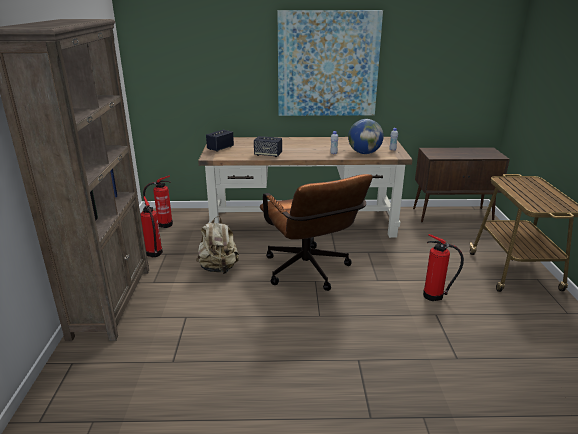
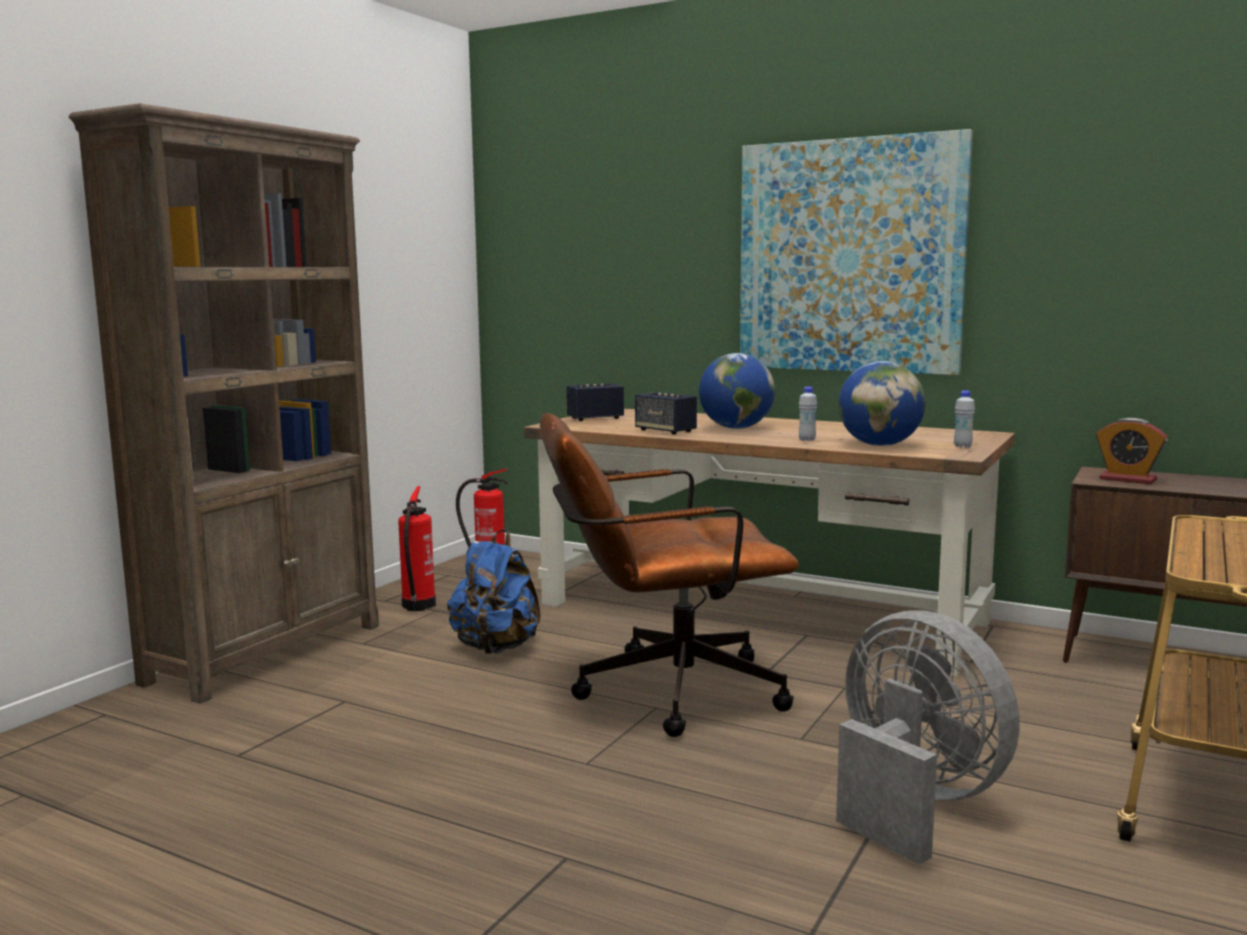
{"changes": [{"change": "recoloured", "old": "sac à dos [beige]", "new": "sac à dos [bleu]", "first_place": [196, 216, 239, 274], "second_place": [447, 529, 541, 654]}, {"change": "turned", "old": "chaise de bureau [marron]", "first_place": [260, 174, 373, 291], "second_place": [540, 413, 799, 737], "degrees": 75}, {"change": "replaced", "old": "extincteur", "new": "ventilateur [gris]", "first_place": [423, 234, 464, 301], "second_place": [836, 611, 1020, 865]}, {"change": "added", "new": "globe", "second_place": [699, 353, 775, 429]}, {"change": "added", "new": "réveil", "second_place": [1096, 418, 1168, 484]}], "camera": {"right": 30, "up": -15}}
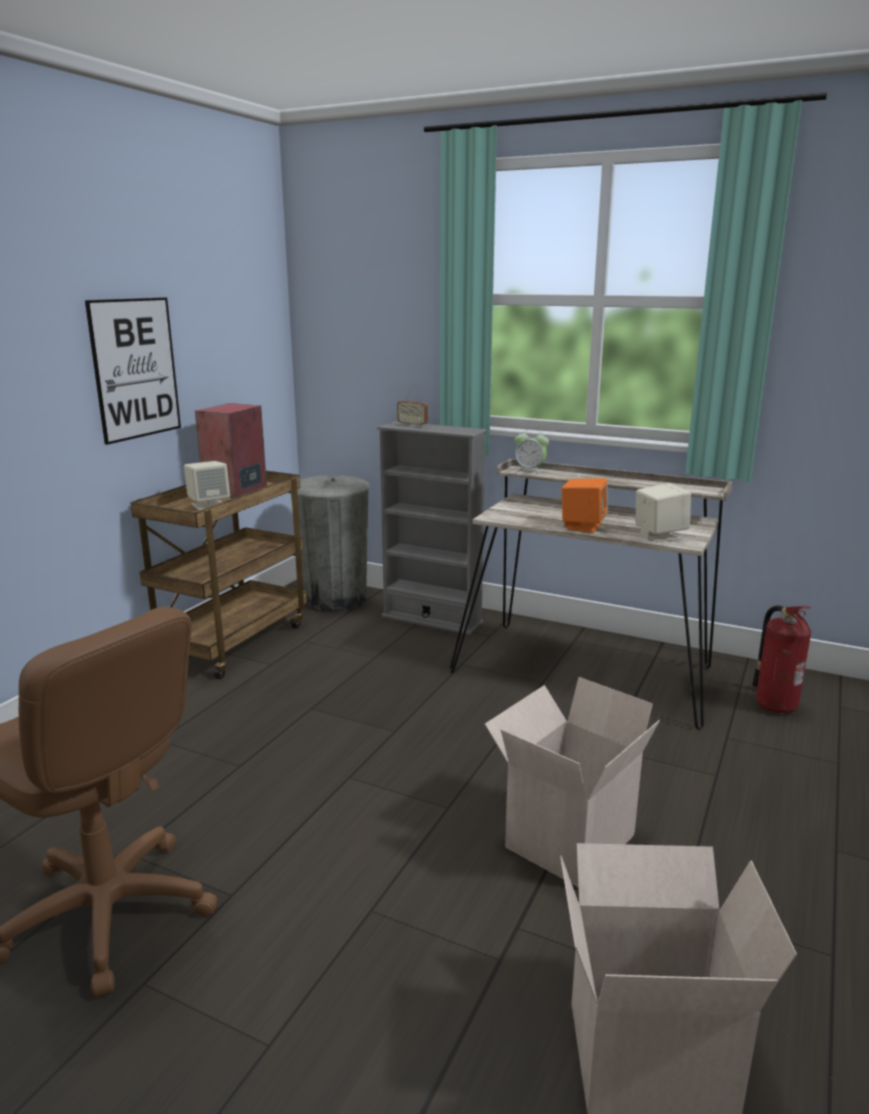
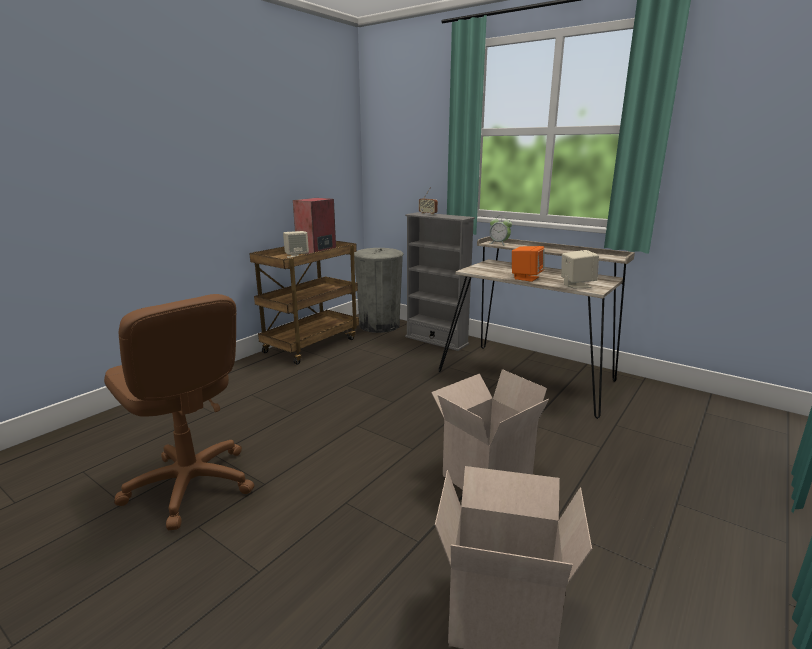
{"changes": [{"change": "removed", "old": "tableau", "first_place": [85, 298, 181, 445]}, {"change": "removed", "old": "extincteur", "first_place": [752, 605, 811, 713]}], "camera": {"right": 10, "up": 0}}
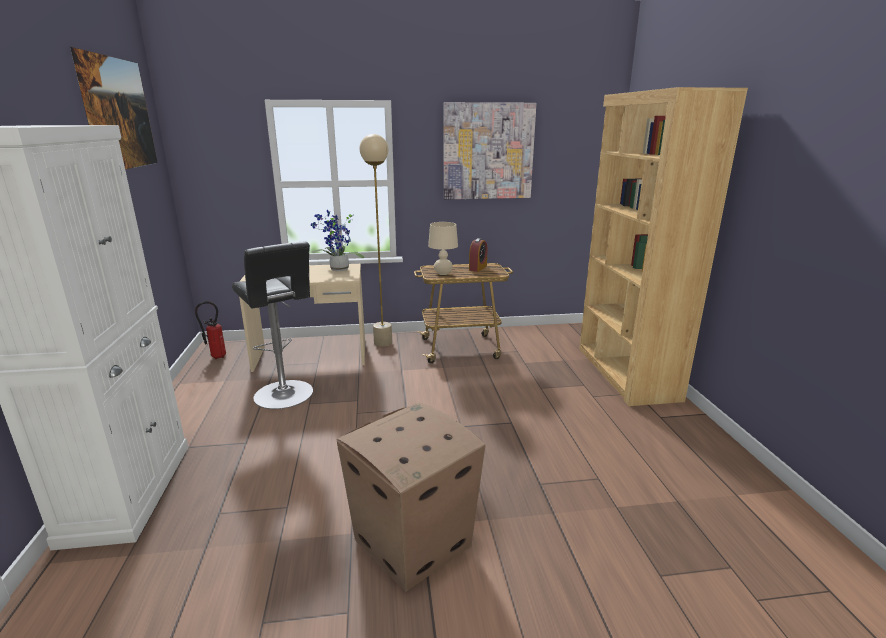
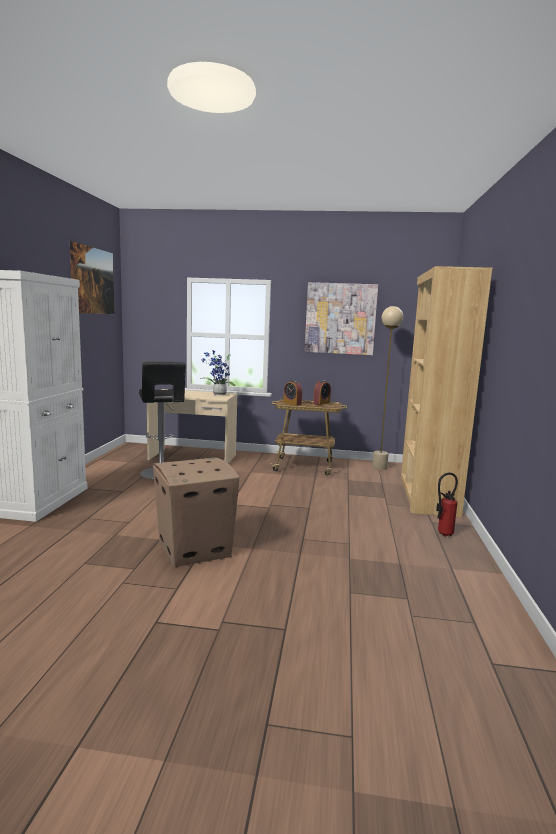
{"changes": [{"change": "moved", "old": "extincteur", "first_place": [195, 301, 226, 359], "second_place": [436, 473, 458, 537]}, {"change": "moved", "old": "lampadaire [beige]", "first_place": [359, 134, 392, 347], "second_place": [372, 306, 403, 470]}, {"change": "replaced", "old": "lampe de table [beige]", "new": "réveil", "first_place": [428, 222, 458, 275], "second_place": [283, 380, 302, 406]}], "camera": {"right": 15, "up": -10}}
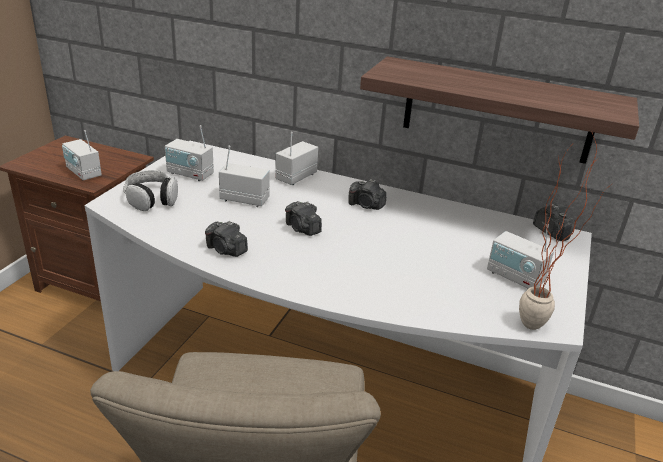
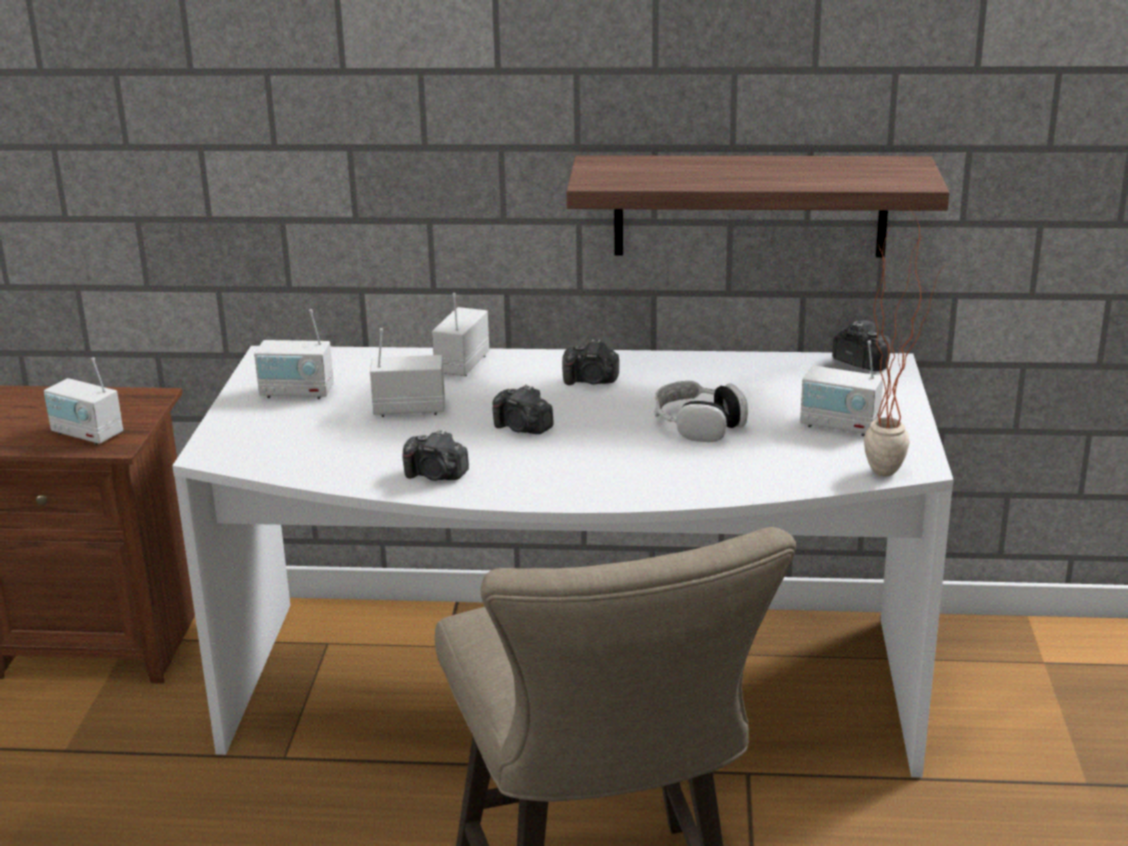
{"changes": [{"change": "moved", "old": "casque audio", "first_place": [123, 170, 178, 211], "second_place": [655, 381, 748, 442]}], "camera": {"right": -15, "up": -5}}
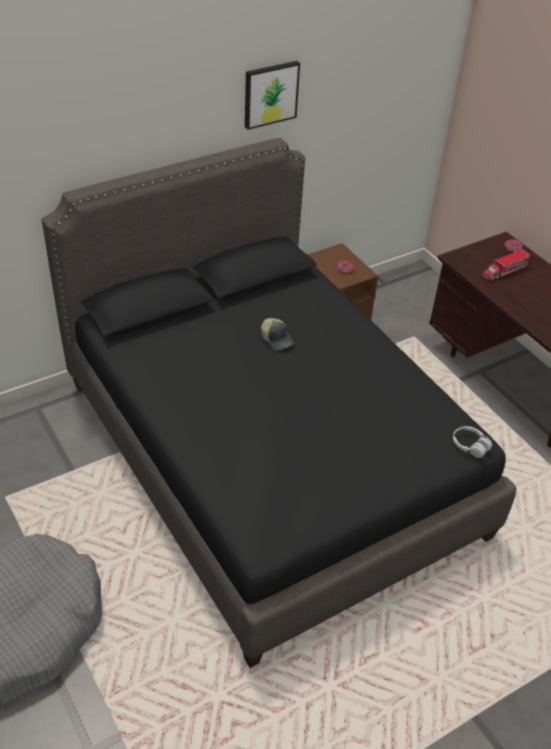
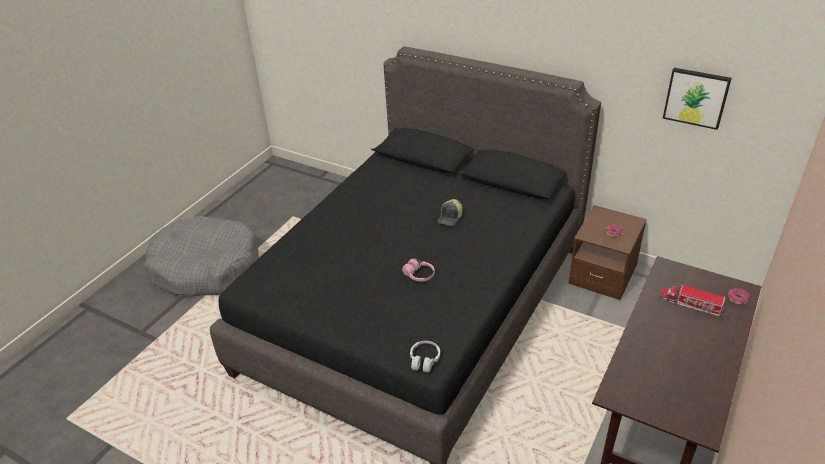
{"changes": [{"change": "moved", "old": "tableau", "first_place": [245, 61, 300, 130], "second_place": [663, 68, 732, 130]}, {"change": "added", "new": "casque audio [rose]", "second_place": [402, 259, 435, 281]}], "camera": {"right": 65, "up": -5}}
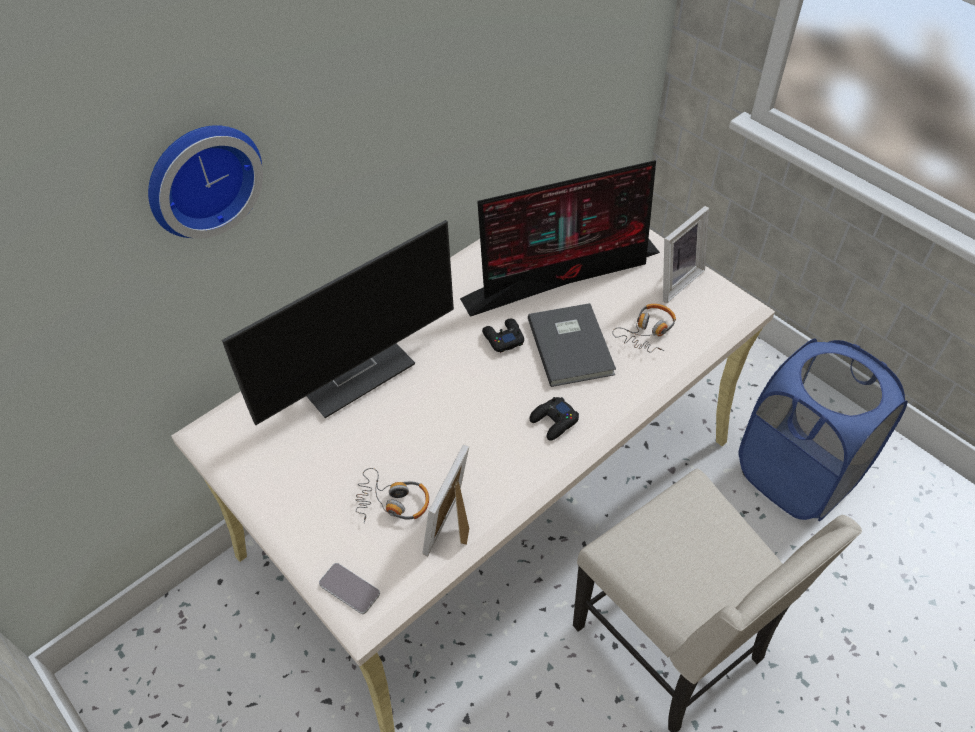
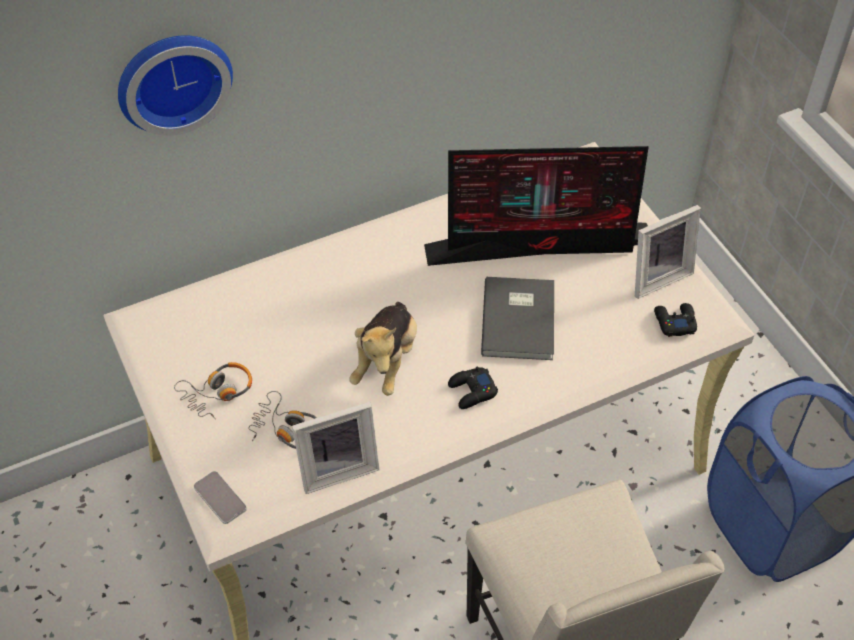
{"changes": [{"change": "removed", "old": "écran d'ordinateur", "first_place": [222, 220, 454, 425]}, {"change": "turned", "old": "cadre photo", "first_place": [422, 445, 469, 556], "second_place": [292, 401, 380, 494], "degrees": -150}, {"change": "moved", "old": "manette [noir]", "first_place": [482, 319, 524, 353], "second_place": [654, 303, 697, 337]}, {"change": "moved", "old": "casque audio", "first_place": [612, 304, 676, 353], "second_place": [174, 362, 252, 419]}, {"change": "added", "new": "peluche", "second_place": [350, 302, 417, 396]}], "camera": {"right": 15, "up": 0}}
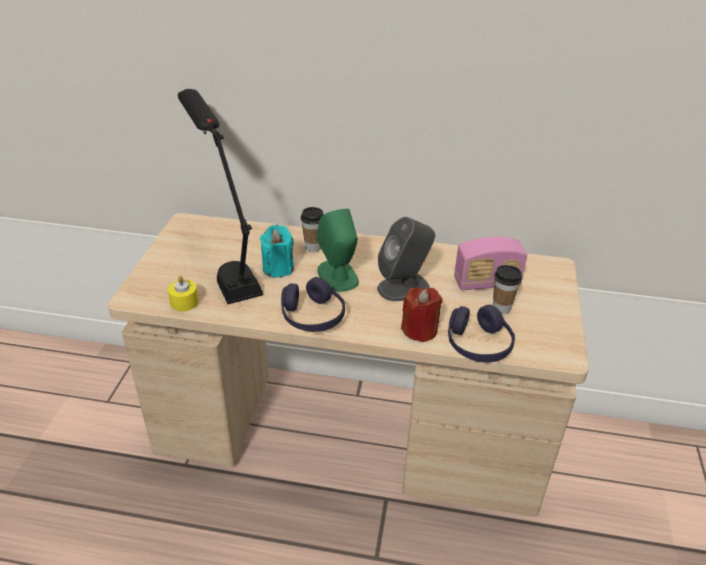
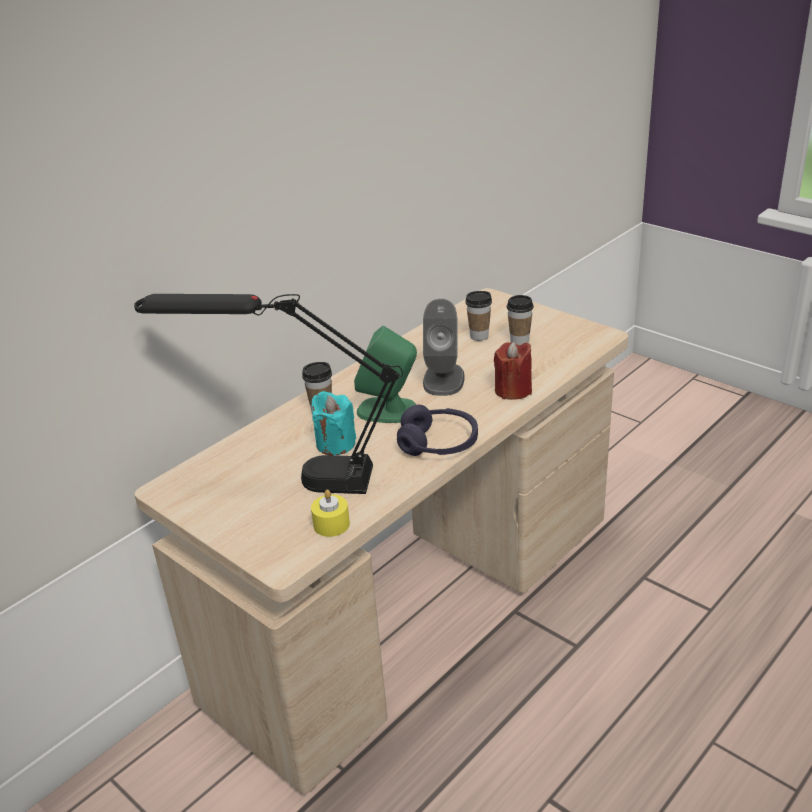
{"changes": [{"change": "removed", "old": "casque audio [violet]", "first_place": [448, 305, 515, 363]}, {"change": "replaced", "old": "radio", "new": "tasse", "first_place": [454, 237, 527, 290], "second_place": [465, 291, 492, 341]}], "camera": {"right": -55, "up": -5}}
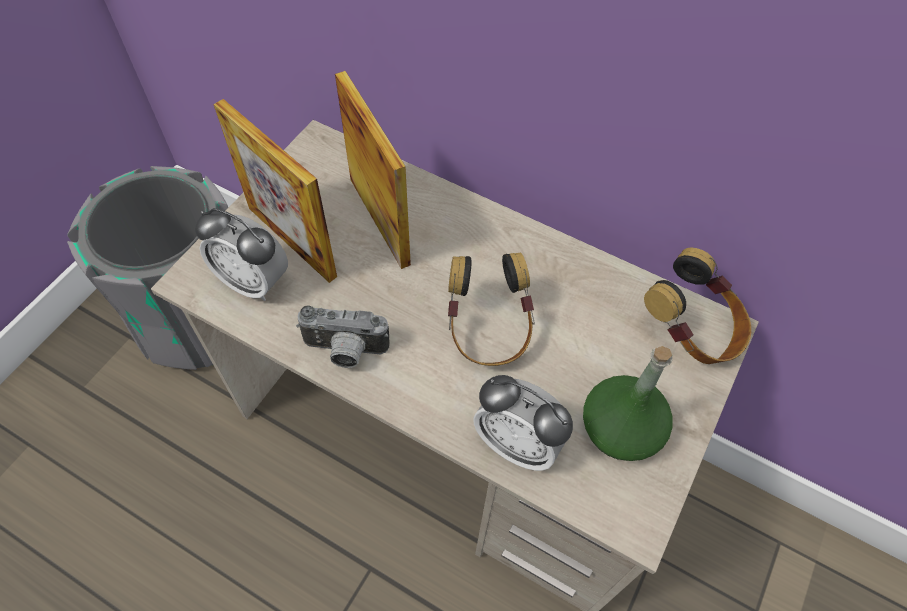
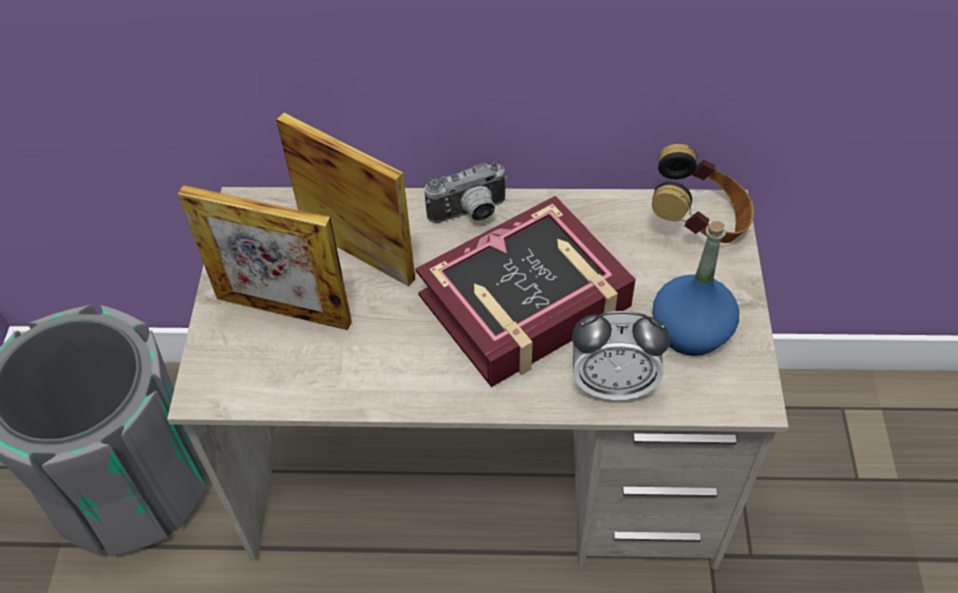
{"changes": [{"change": "removed", "old": "réveil", "first_place": [195, 208, 288, 301]}, {"change": "moved", "old": "appareil photo", "first_place": [296, 305, 390, 368], "second_place": [425, 162, 508, 223]}, {"change": "replaced", "old": "casque audio", "new": "livre", "first_place": [448, 252, 535, 366], "second_place": [416, 196, 636, 387]}, {"change": "recoloured", "old": "bouteille [vert]", "new": "bouteille [bleu]", "first_place": [583, 346, 673, 461], "second_place": [652, 221, 739, 356]}], "camera": {"right": -25, "up": -5}}
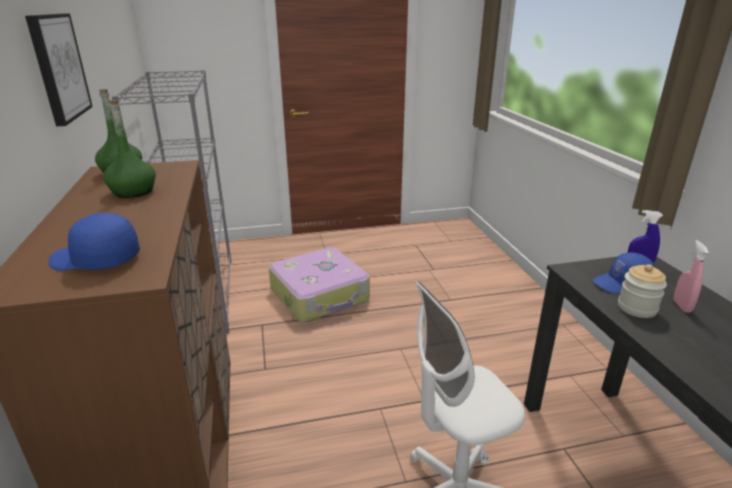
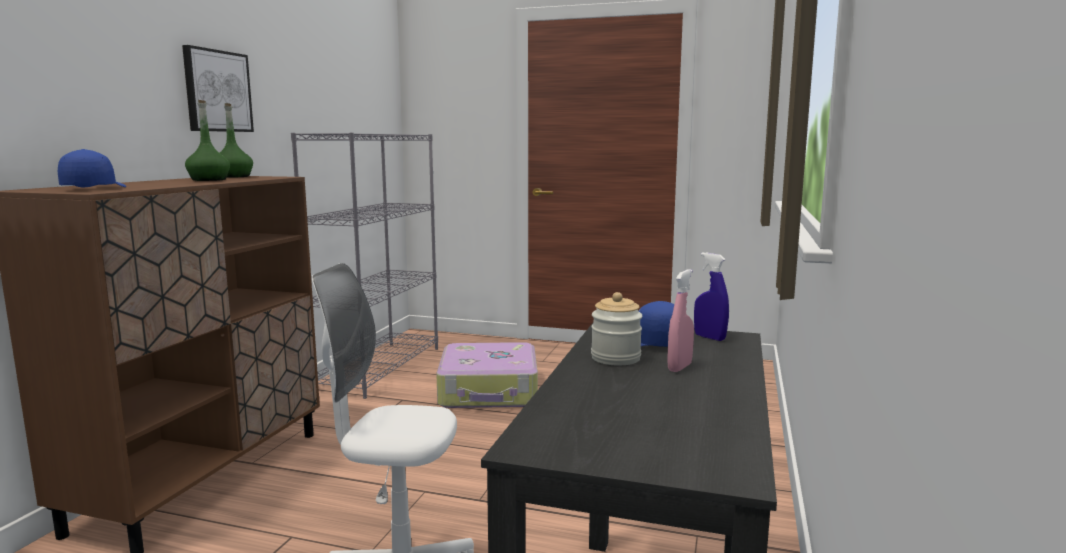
{"changes": [{"change": "turned", "old": "casquette [bleu]", "first_place": [49, 212, 140, 271], "second_place": [58, 149, 126, 187], "degrees": 45}], "camera": {"right": 30, "up": -15}}
